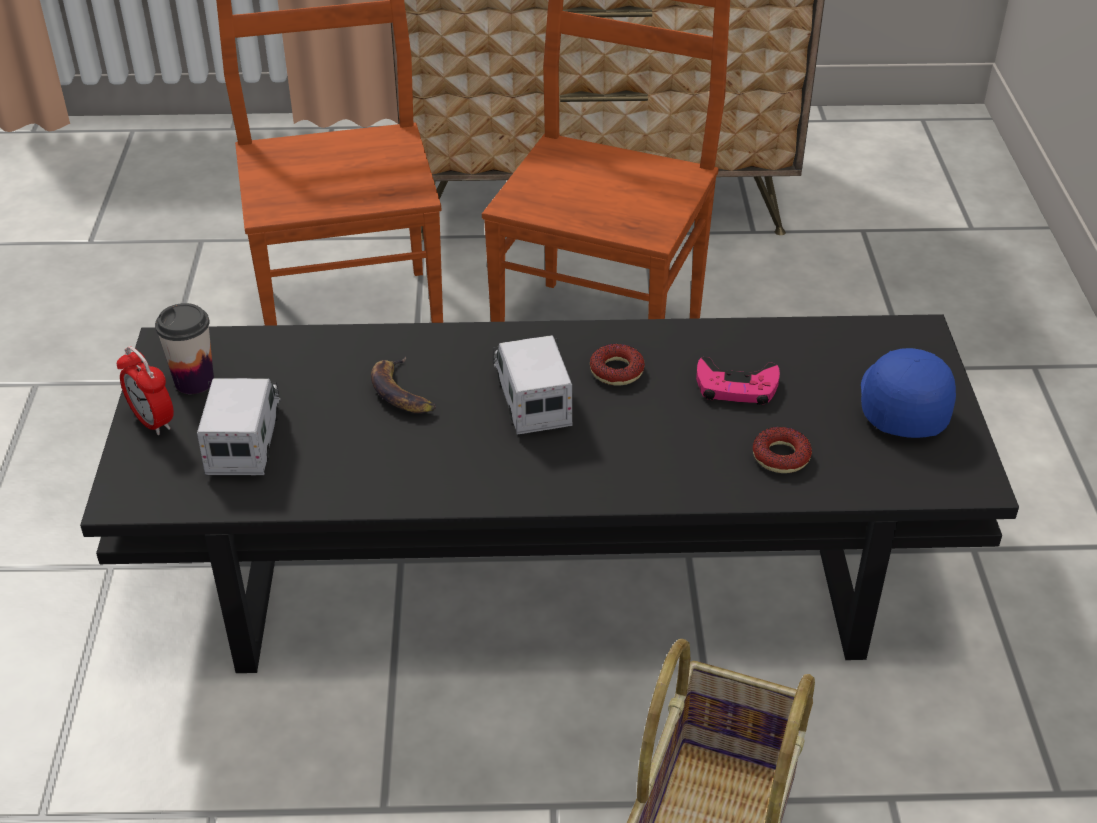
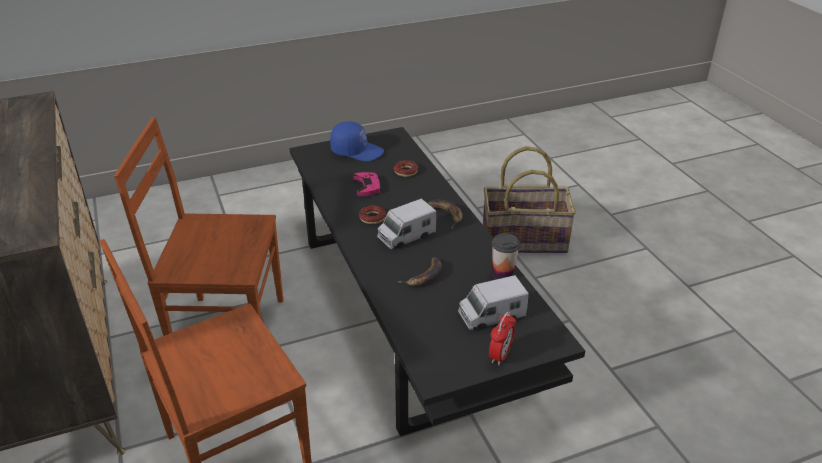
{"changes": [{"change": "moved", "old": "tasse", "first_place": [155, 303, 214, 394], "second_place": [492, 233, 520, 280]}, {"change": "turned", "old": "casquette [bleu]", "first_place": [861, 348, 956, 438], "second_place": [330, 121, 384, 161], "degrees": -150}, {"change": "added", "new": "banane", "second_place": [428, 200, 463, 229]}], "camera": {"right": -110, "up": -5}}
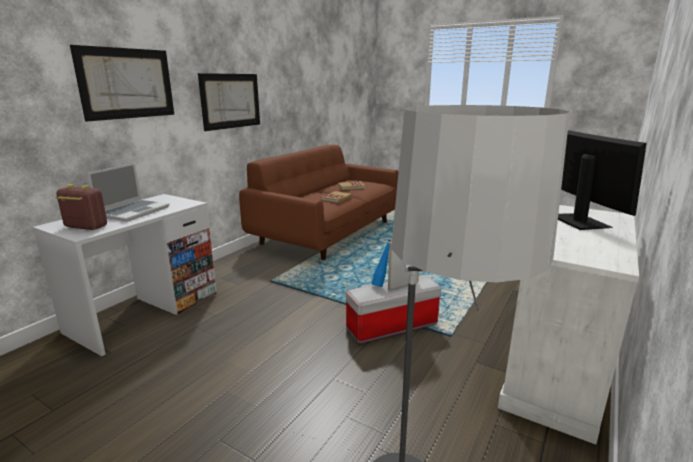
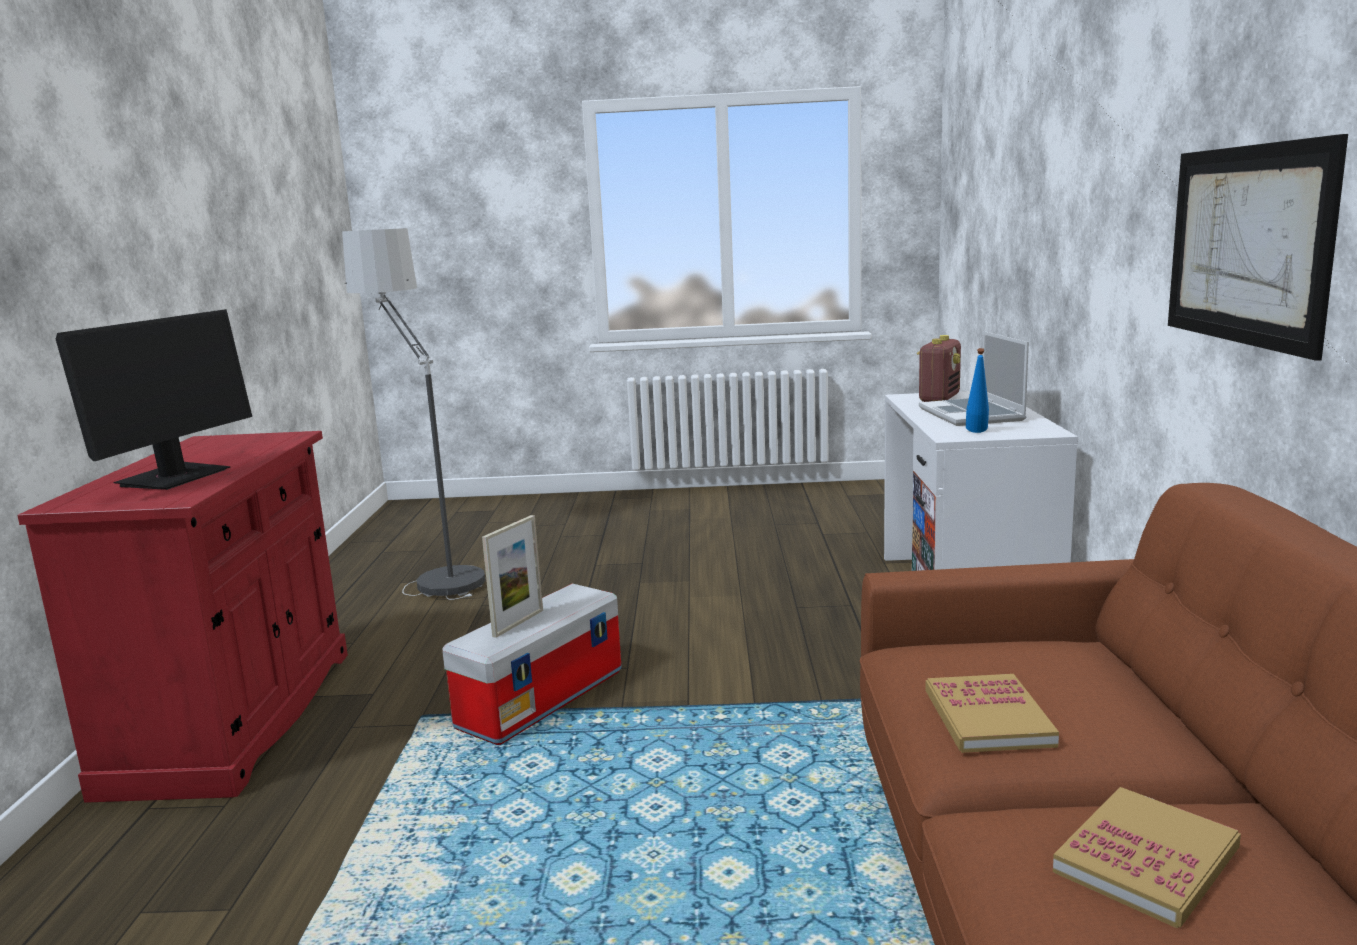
{"changes": [{"change": "turned", "old": "radio", "first_place": [55, 184, 107, 230], "second_place": [917, 335, 961, 402], "degrees": -45}, {"change": "removed", "old": "tableau", "first_place": [70, 45, 174, 122]}, {"change": "moved", "old": "bouteille [bleu]", "first_place": [371, 239, 391, 287], "second_place": [966, 348, 989, 433]}, {"change": "recoloured", "old": "meuble de rangement [blanc]", "new": "meuble de rangement [rouge]", "first_place": [498, 205, 639, 445], "second_place": [17, 431, 348, 803]}, {"change": "turned", "old": "écran d'ordinateur", "first_place": [558, 130, 647, 230], "second_place": [56, 309, 252, 490], "degrees": -120}], "camera": {"right": 150, "up": -5}}
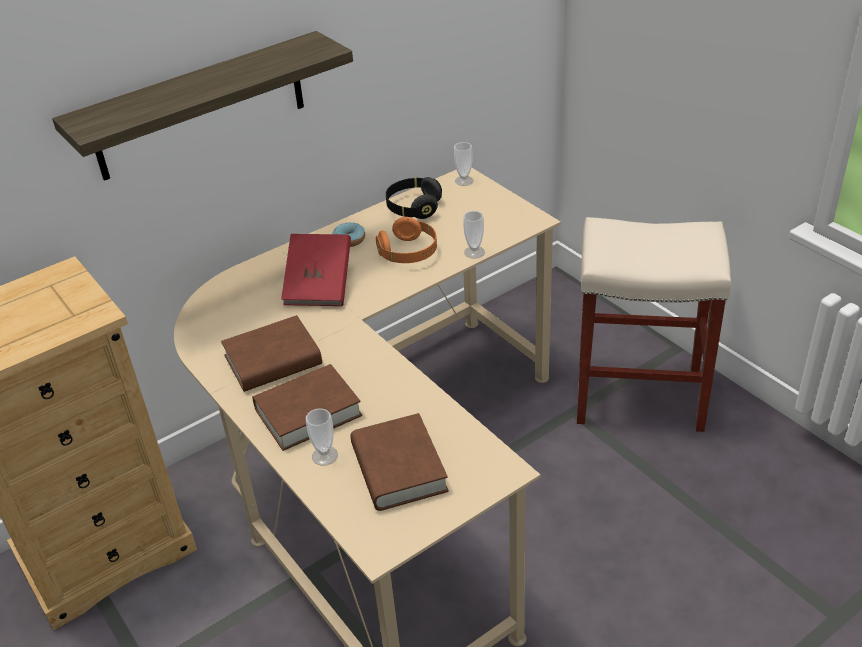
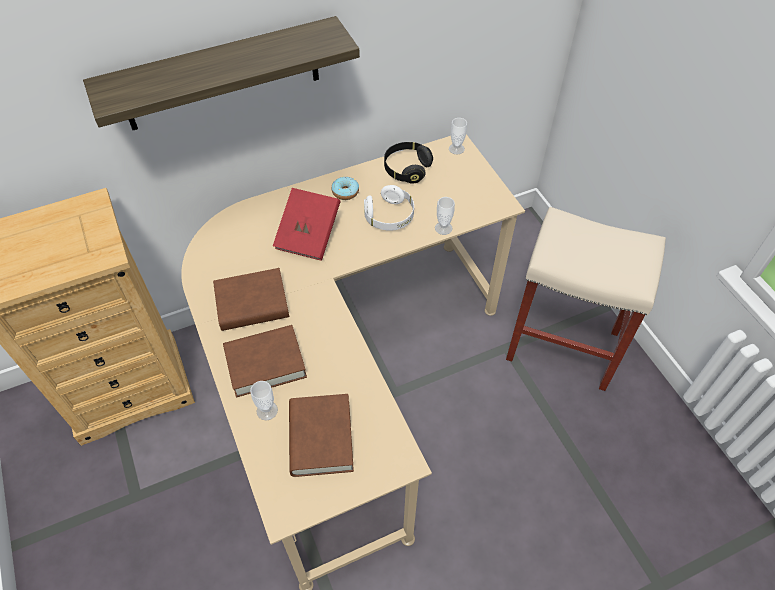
{"changes": [{"change": "recoloured", "old": "casque audio [orange]", "new": "casque audio [blanc]", "first_place": [376, 217, 437, 263], "second_place": [364, 185, 414, 231]}], "camera": {"right": 10, "up": 15}}
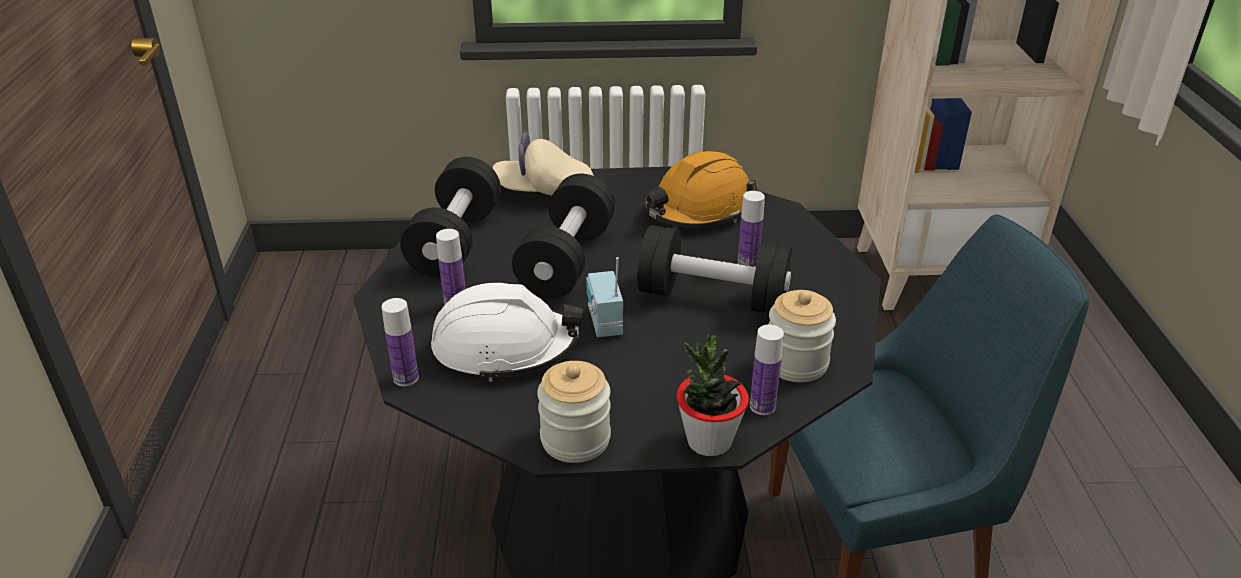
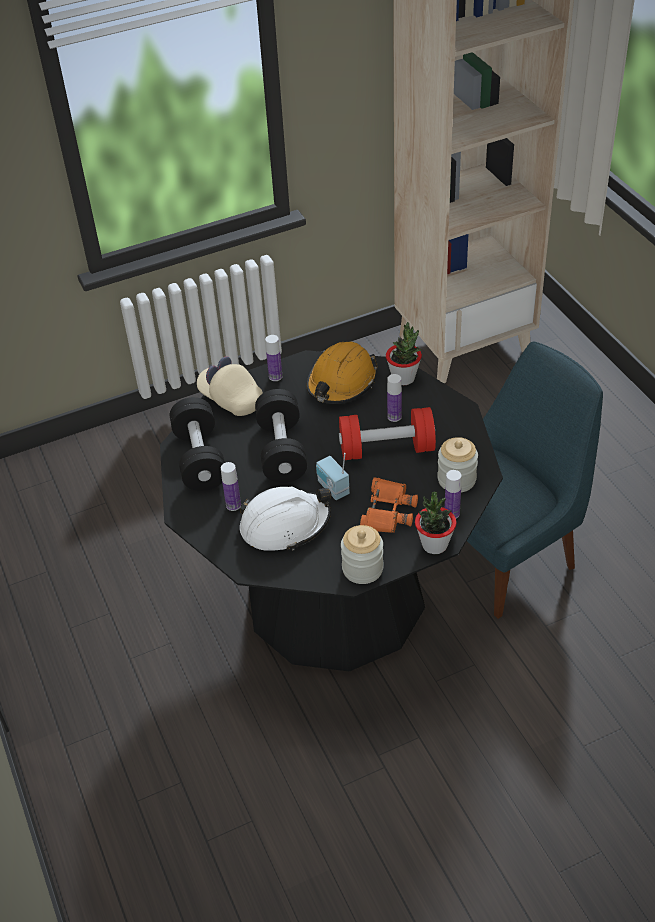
{"changes": [{"change": "moved", "old": "bouteille", "first_place": [382, 298, 419, 386], "second_place": [265, 335, 282, 381]}, {"change": "turned", "old": "casquette [beige]", "first_place": [493, 132, 594, 196], "second_place": [197, 356, 263, 416], "degrees": 60}, {"change": "recoloured", "old": "haltère [noir]", "new": "haltère [rouge]", "first_place": [637, 225, 792, 313], "second_place": [339, 407, 436, 460]}, {"change": "added", "new": "jumelles [orange]", "second_place": [360, 477, 418, 533]}, {"change": "added", "new": "plante en pot", "second_place": [386, 322, 422, 385]}], "camera": {"right": -20, "up": 10}}
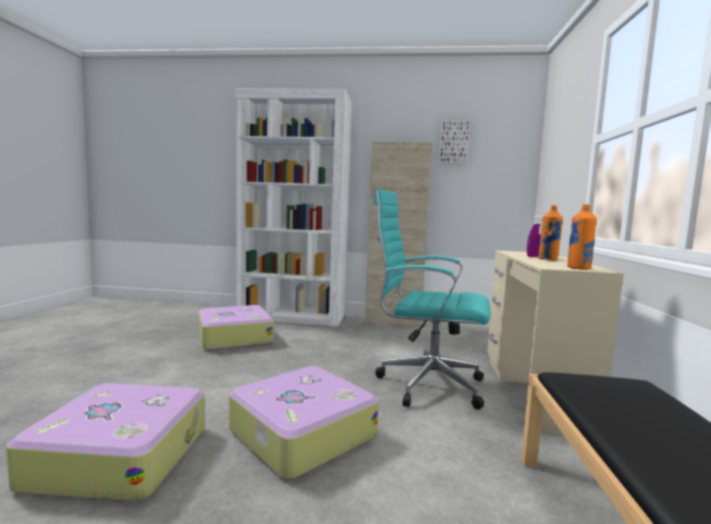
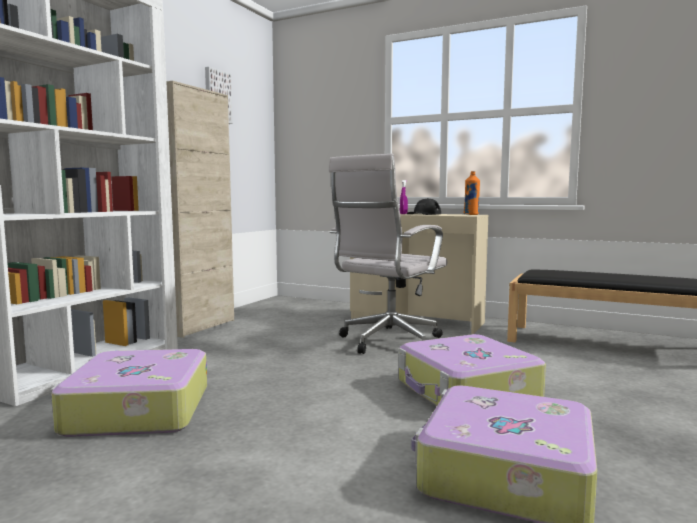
{"changes": [{"change": "recoloured", "old": "chaise de bureau [turquoise]", "new": "chaise de bureau [blanc]", "first_place": [373, 188, 491, 410], "second_place": [329, 154, 447, 354]}, {"change": "replaced", "old": "bouteille [orange]", "new": "casquette [noir]", "first_place": [538, 206, 563, 261], "second_place": [407, 198, 441, 215]}], "camera": {"right": -70, "up": 0}}
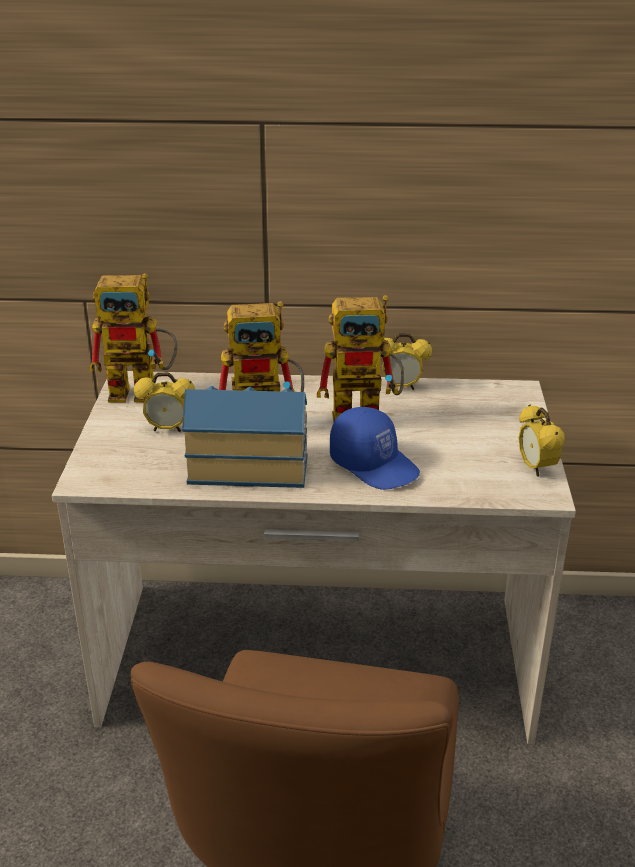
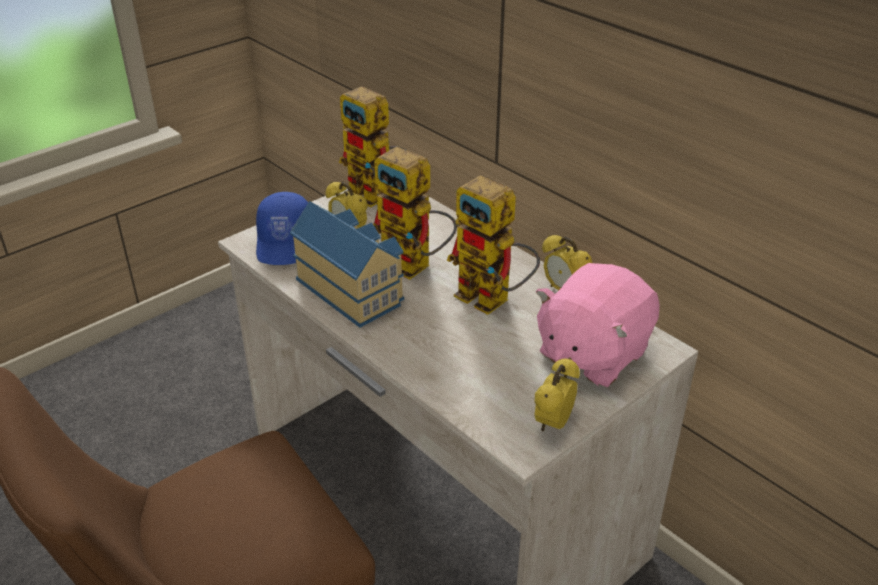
{"changes": [{"change": "moved", "old": "casquette [bleu]", "first_place": [330, 407, 420, 490], "second_place": [256, 192, 308, 265]}, {"change": "added", "new": "peluche [rose]", "second_place": [536, 263, 660, 388]}], "camera": {"right": 45, "up": 5}}
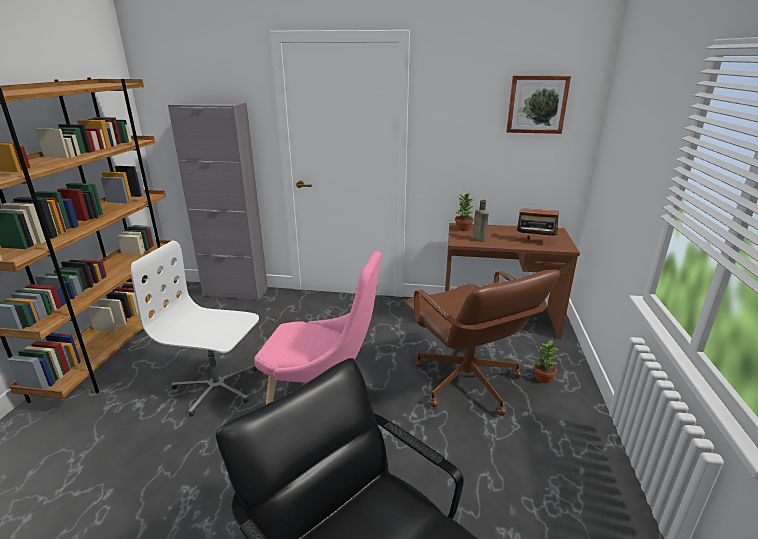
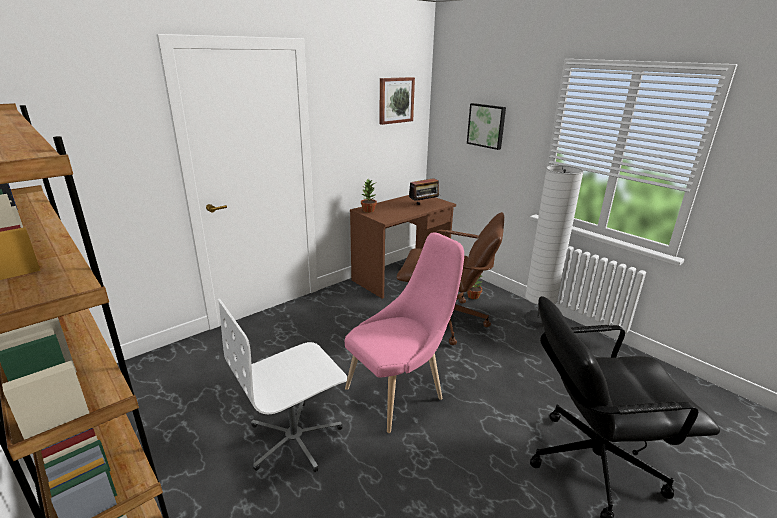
{"changes": [{"change": "removed", "old": "meuble de rangement [gris]", "first_place": [168, 102, 268, 301]}, {"change": "removed", "old": "bouteille [marron]", "first_place": [473, 200, 489, 242]}, {"change": "added", "new": "tableau", "second_place": [467, 103, 506, 150]}, {"change": "added", "new": "lampadaire [blanc]", "second_place": [525, 165, 584, 327]}], "camera": {"right": -50, "up": 0}}
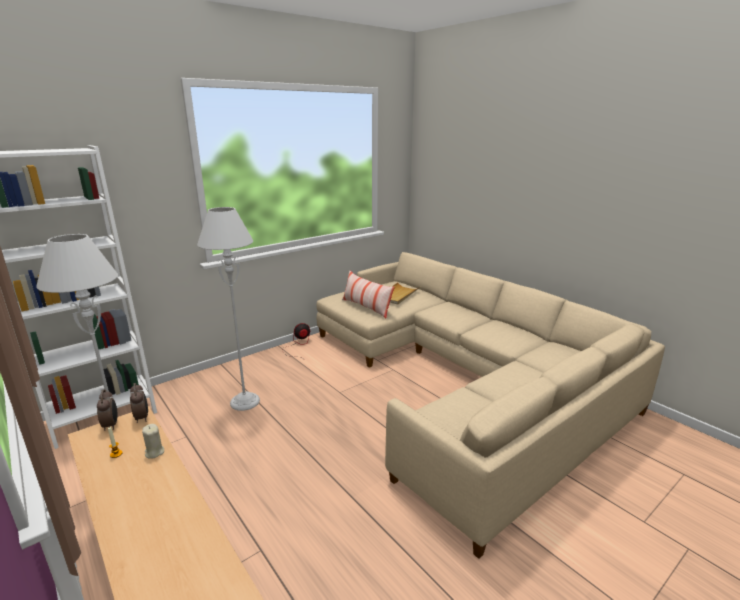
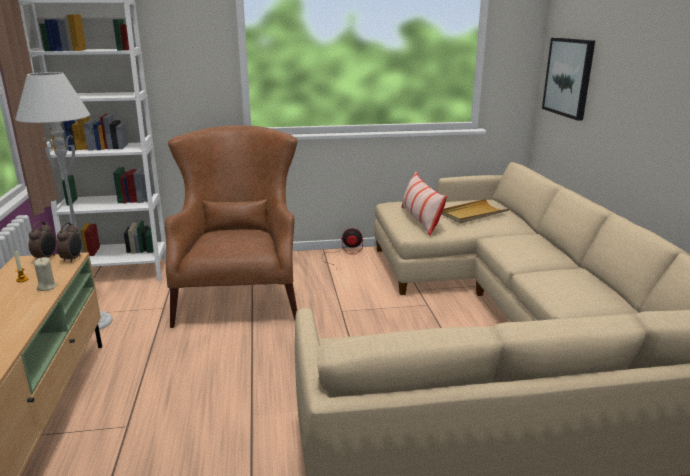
{"changes": [{"change": "replaced", "old": "lampadaire [gris]", "new": "fauteuil [marron]", "first_place": [197, 207, 260, 411], "second_place": [165, 125, 297, 328]}, {"change": "added", "new": "tableau", "second_place": [542, 38, 595, 121]}], "camera": {"right": 30, "up": 0}}
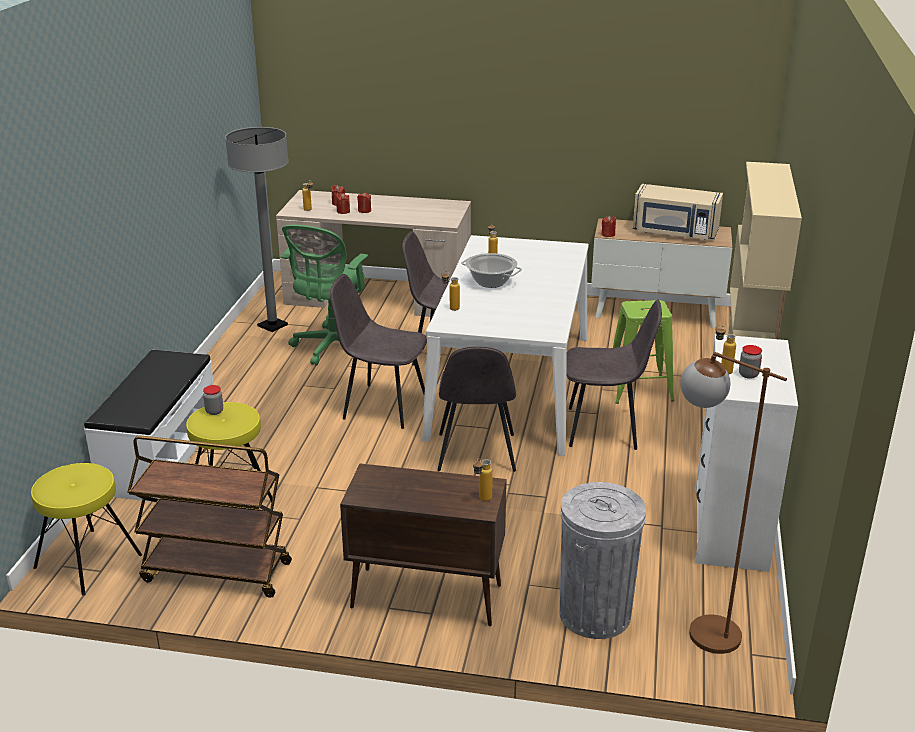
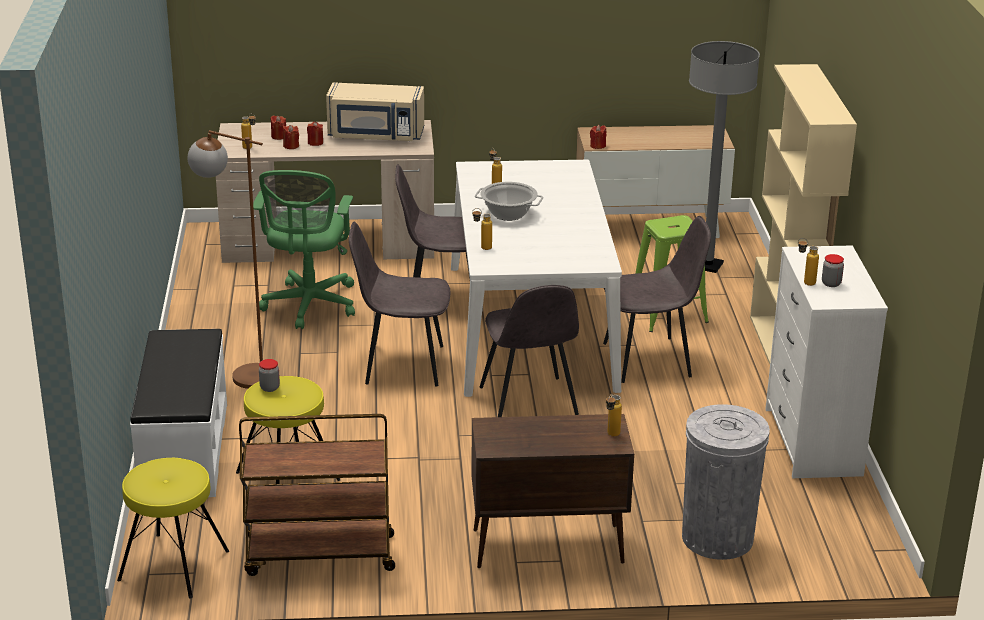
{"changes": [{"change": "moved", "old": "lampadaire [gris]", "first_place": [225, 127, 289, 332], "second_place": [689, 41, 760, 273]}, {"change": "moved", "old": "micro-ondes [beige]", "first_place": [633, 184, 723, 240], "second_place": [326, 82, 424, 141]}, {"change": "moved", "old": "lampadaire [marron]", "first_place": [680, 352, 787, 654], "second_place": [188, 130, 263, 389]}], "camera": {"right": -15, "up": 0}}
